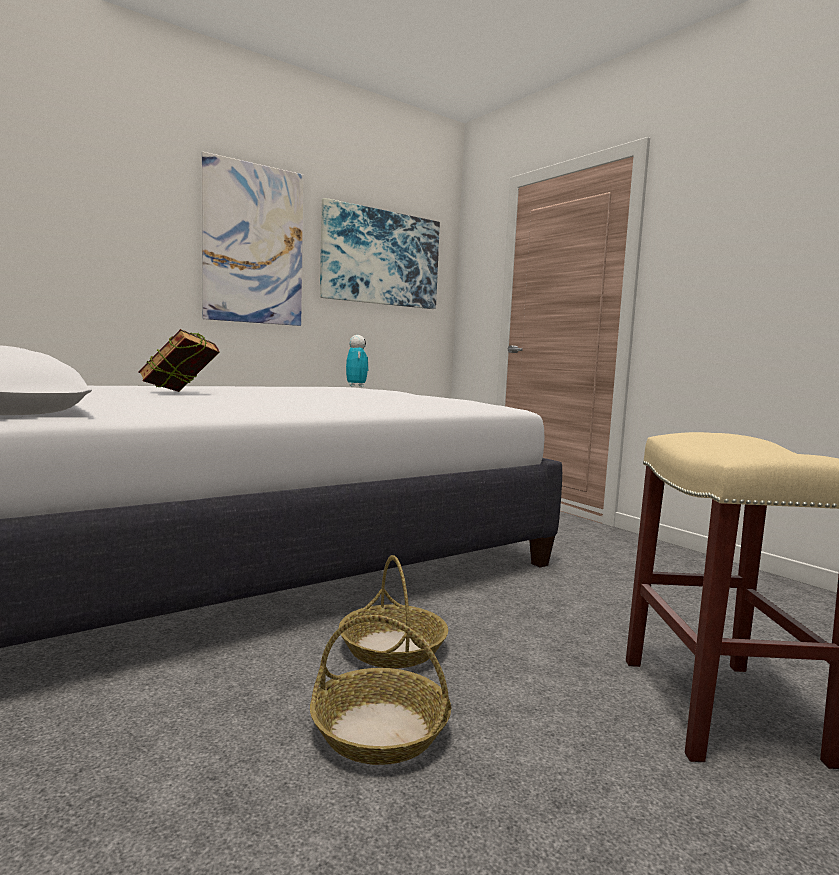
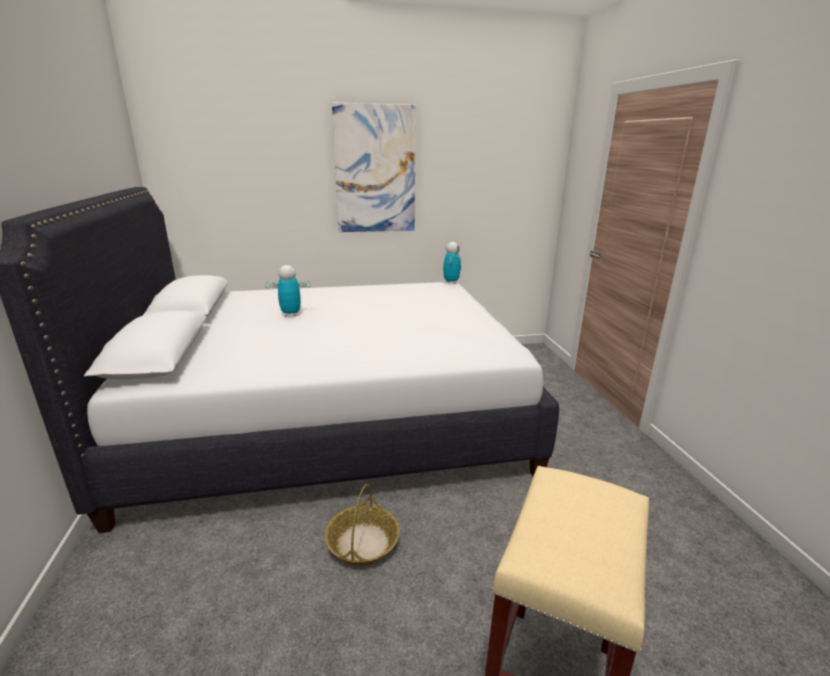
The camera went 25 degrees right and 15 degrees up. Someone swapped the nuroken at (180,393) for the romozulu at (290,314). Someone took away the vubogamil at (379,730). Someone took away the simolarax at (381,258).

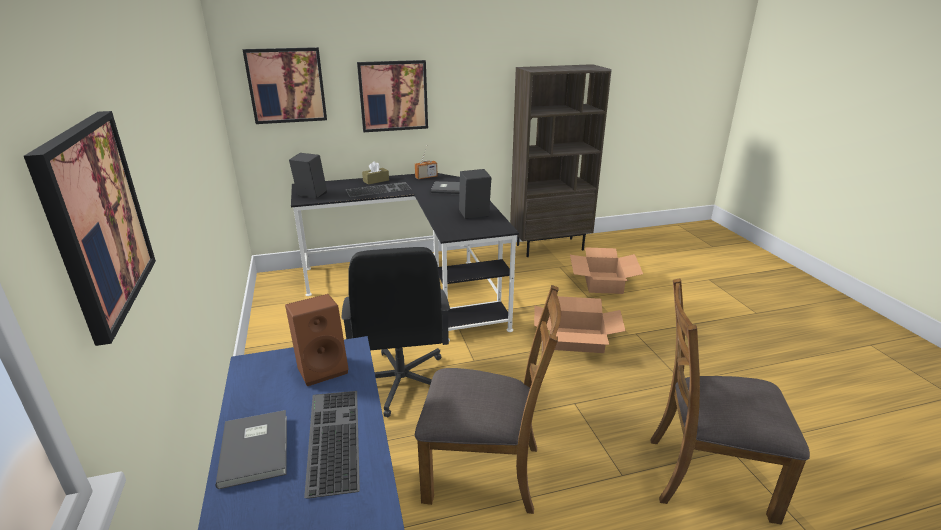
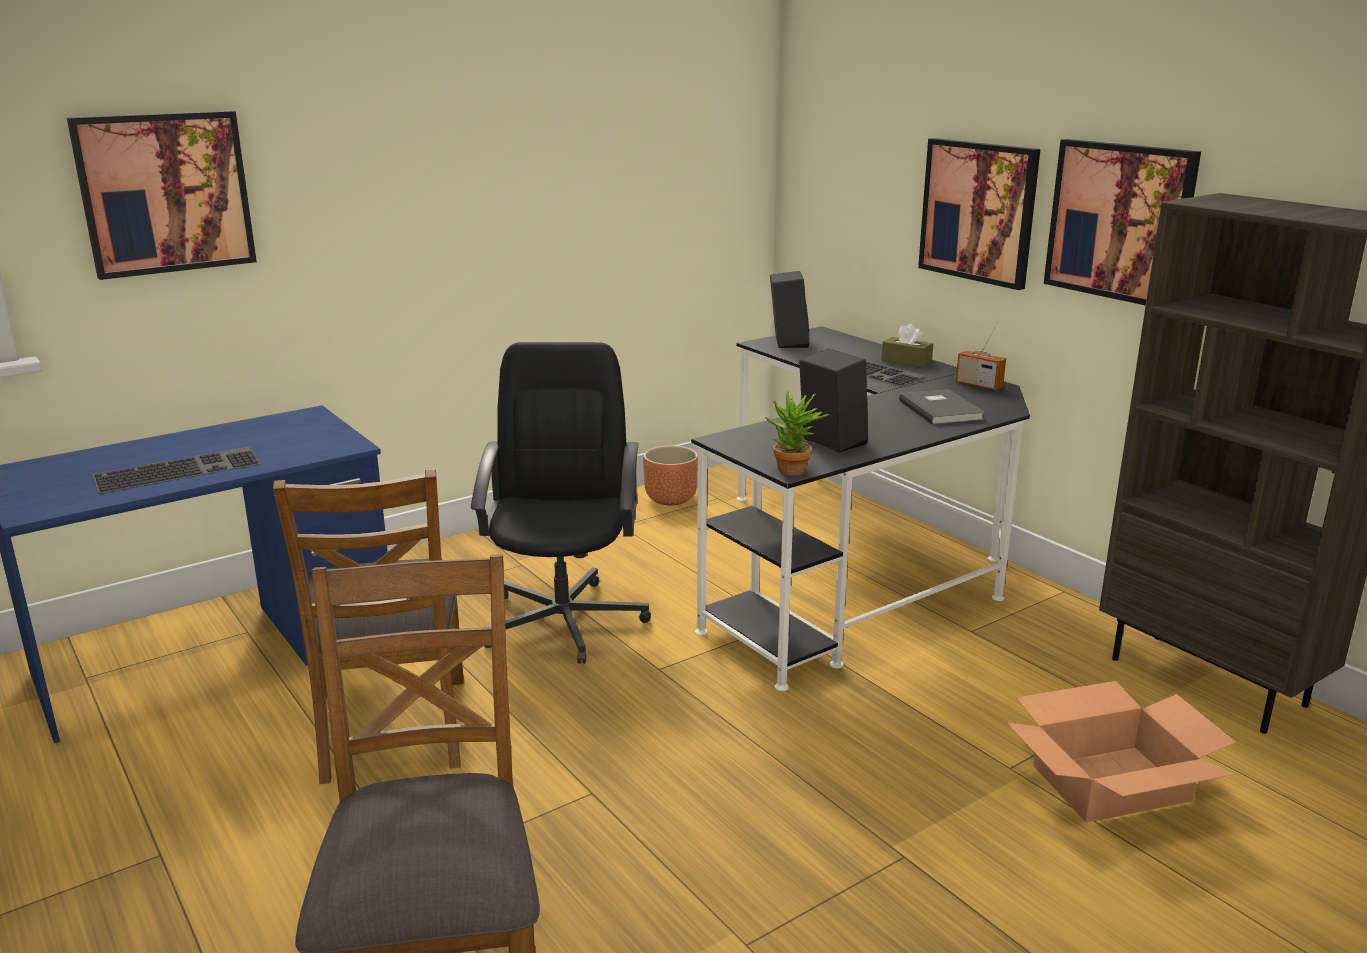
The camera went 70 degrees right and 5 degrees down. Someone took away the nuroken (grey) at (257,448). Someone carried the simolarax from (286,85) to (1120,221). Someone took away the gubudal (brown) at (323,368). Someone rotated the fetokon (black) at (400,382) by 120 degrees clockwise. Someone took away the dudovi at (576,340). Someone put down the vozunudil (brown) at (670,499). Someone put down the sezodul at (793,473).

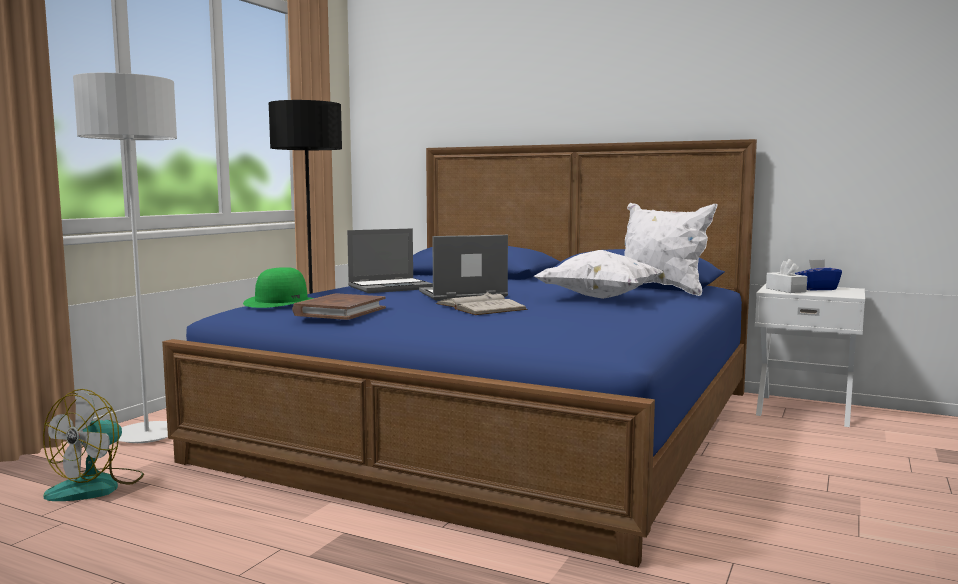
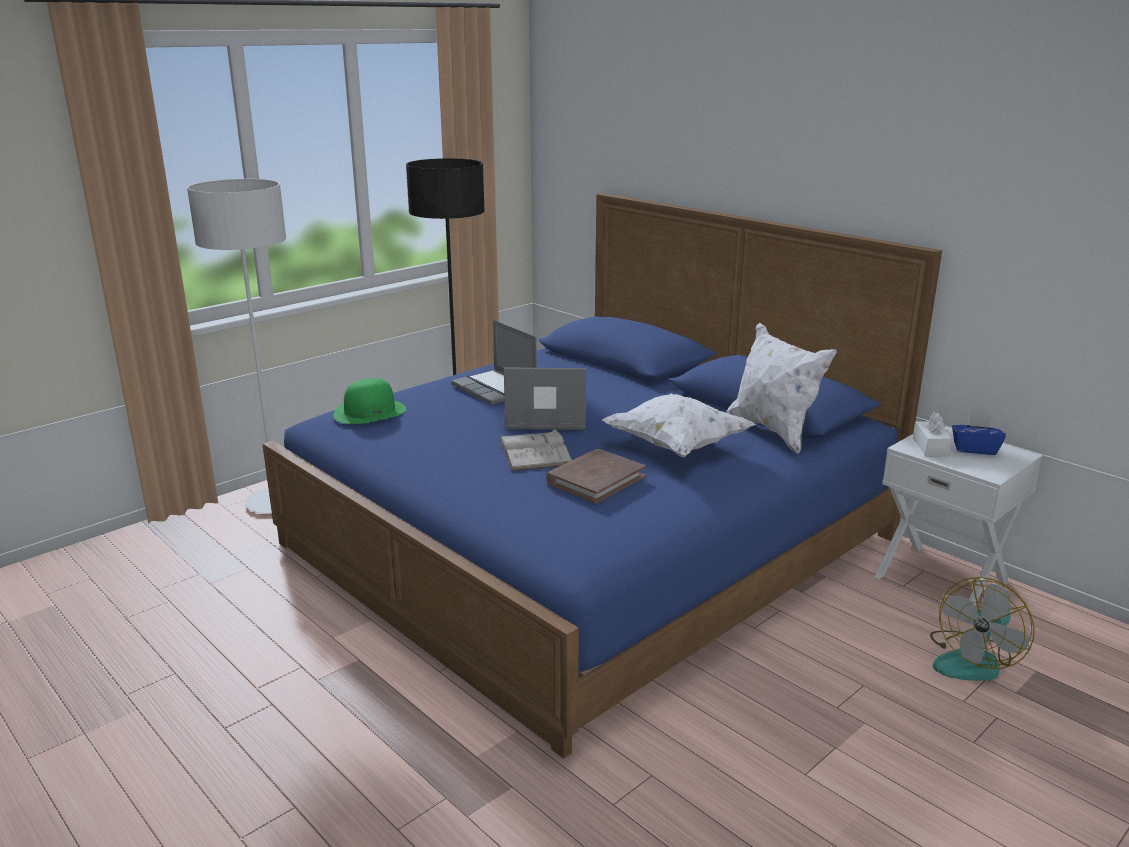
The camera went 20 degrees right and 15 degrees up. Someone carried the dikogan from (97,486) to (973,660). Someone carried the nuroken (brown) from (340,311) to (595,480). Someone rotated the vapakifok at (391,287) by 60 degrees clockwise.

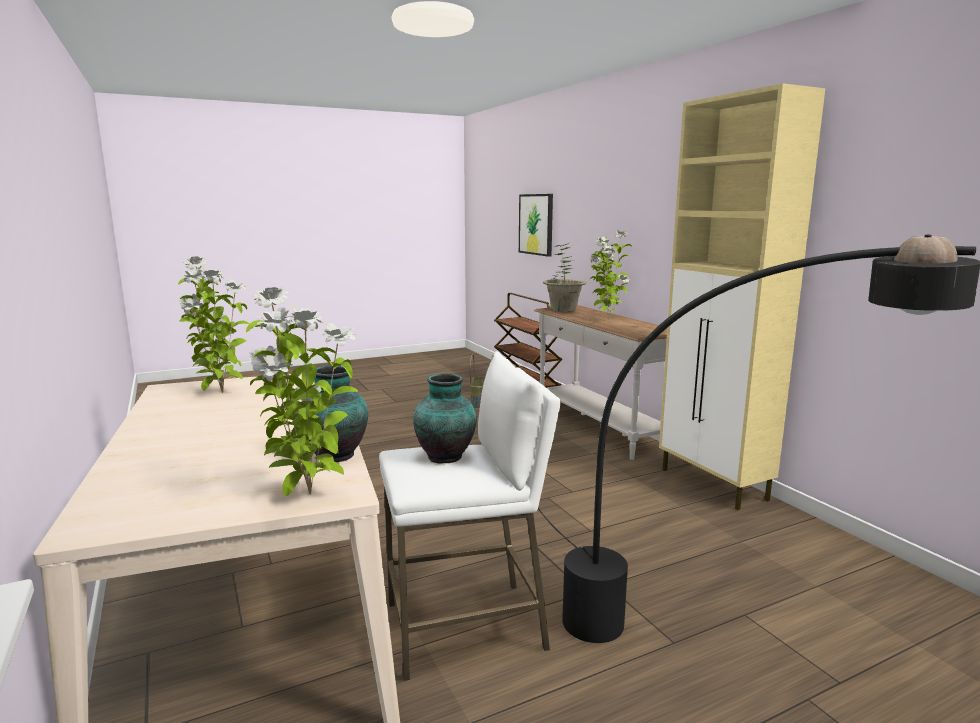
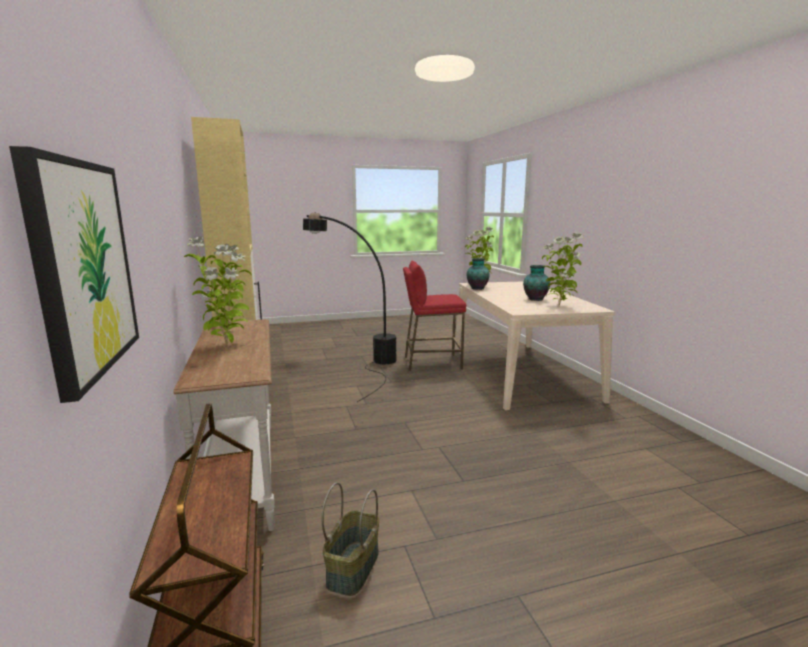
The camera went 170 degrees left and 0 degrees up. Someone repainted the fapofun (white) at (466,627), which became the fapofun (red) at (432,363). Someone carried the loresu from (446,456) to (535,299). Someone took away the sezodul at (563,310).

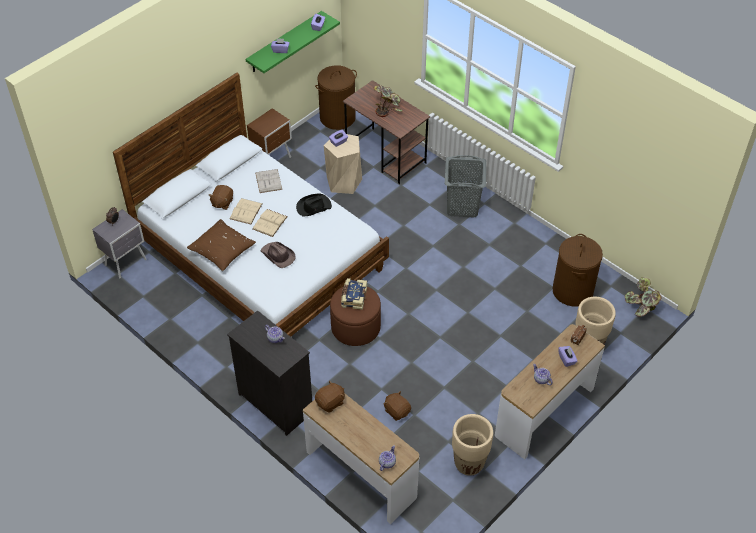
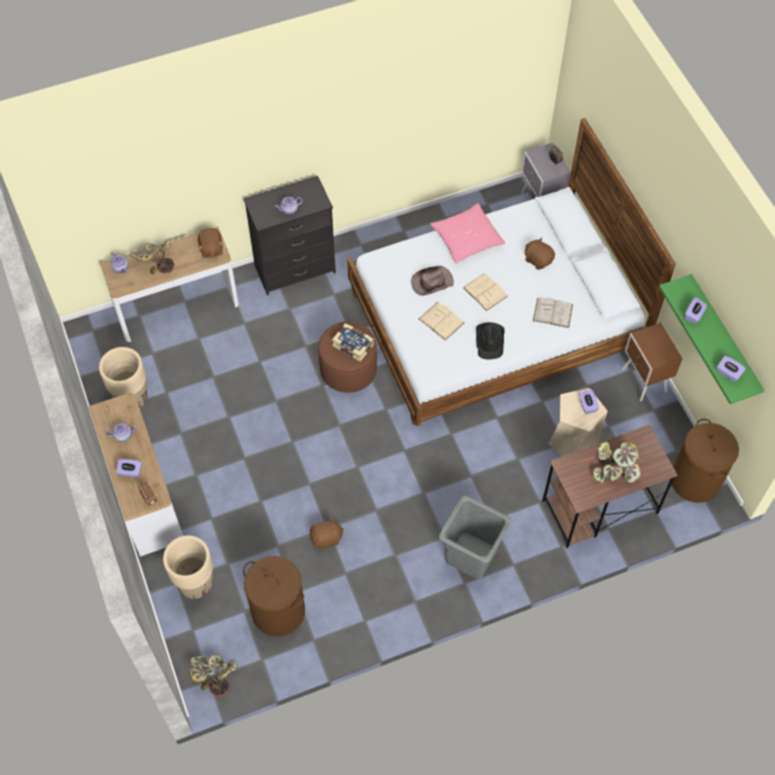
The camera went 115 degrees right and 10 degrees up. Someone repainted the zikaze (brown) at (222,250), which became the zikaze (pink) at (466,239). Someone carried the nuroken (beige) from (246,211) to (441,321). Someone carried the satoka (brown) from (397,411) to (326,538). Someone put down the sezodul at (155,262).

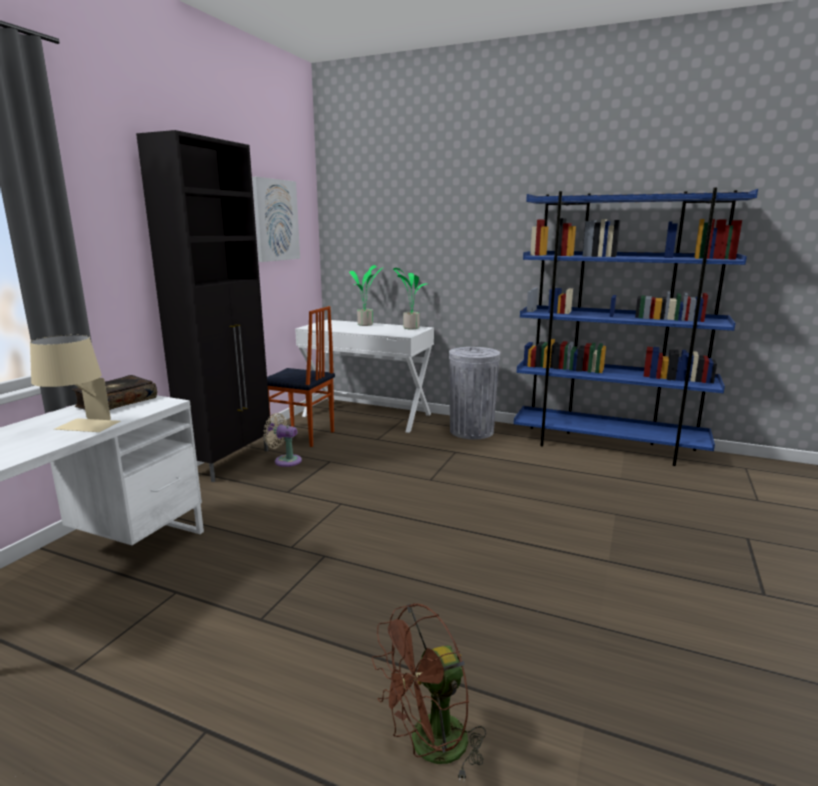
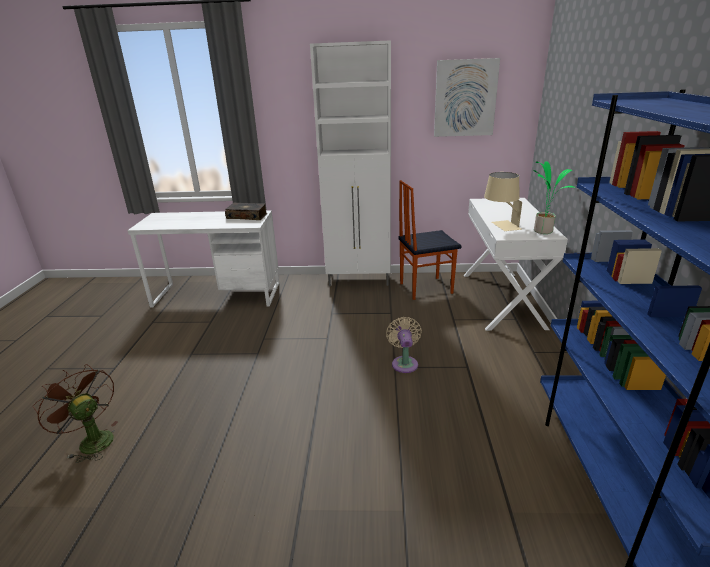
The camera went 70 degrees right and 10 degrees up. Someone carried the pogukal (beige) from (80,429) to (500,226). Someone repainted the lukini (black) at (230,462), which became the lukini (white) at (359,280). Someone carried the dikogan (beige) from (285,460) to (404,362). Someone rotated the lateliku at (301,436) by 75 degrees clockwise. Someone took away the sezodul at (366,324). Someone took away the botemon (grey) at (471,431).

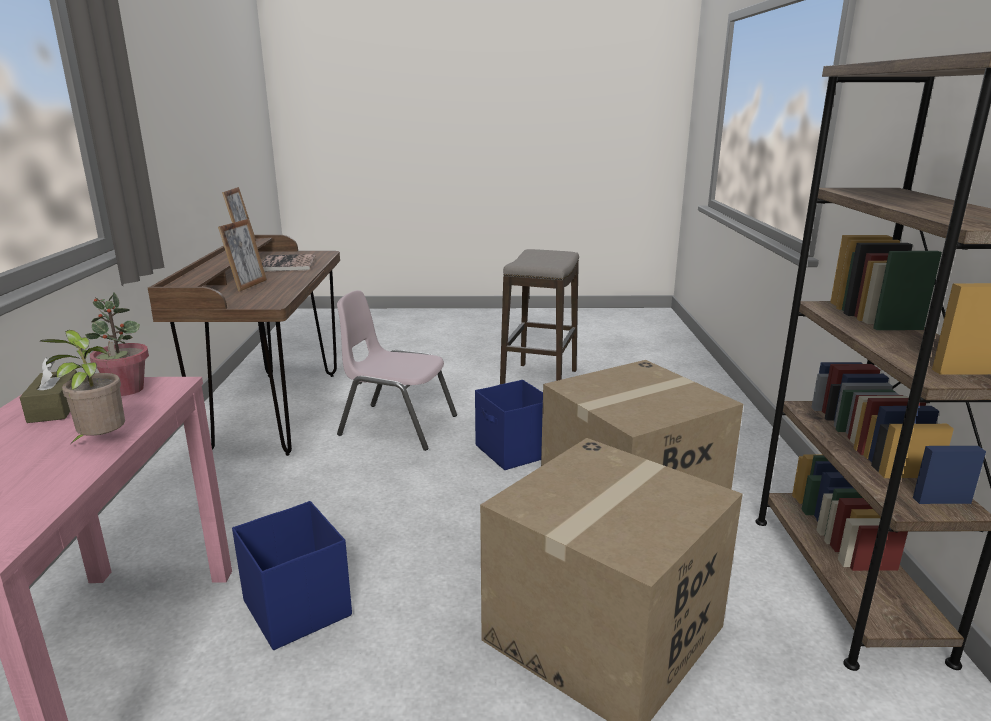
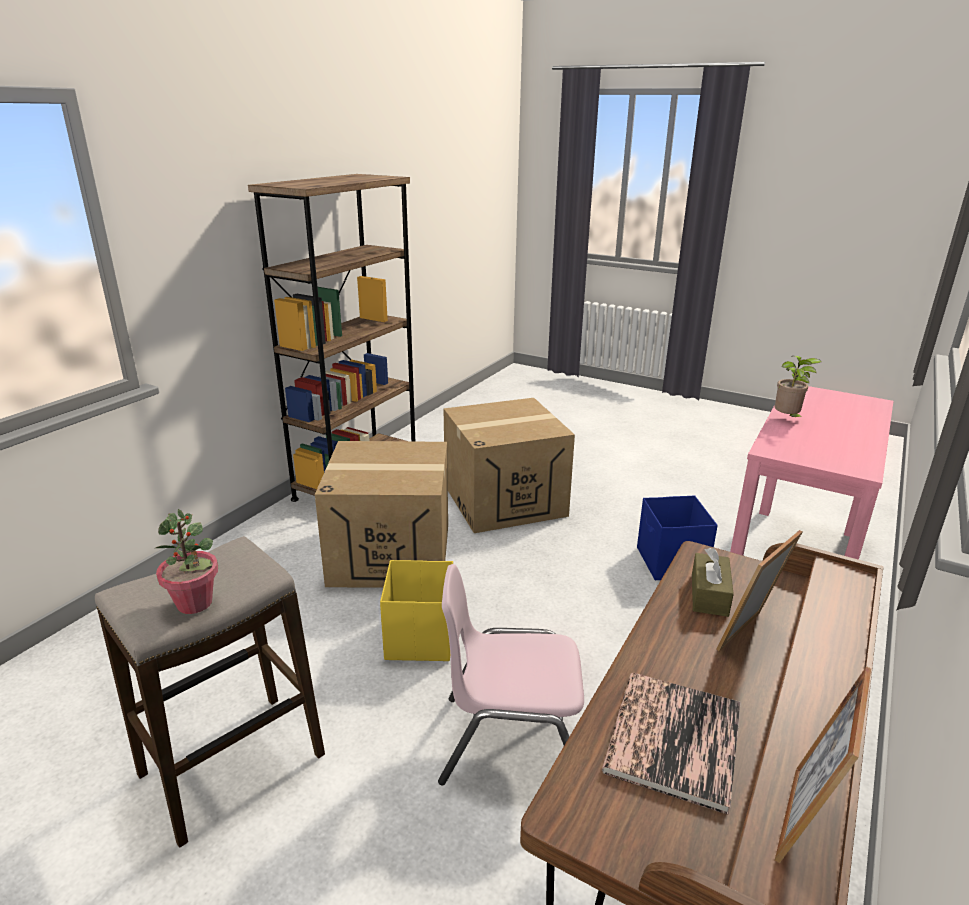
The camera went 150 degrees left and 5 degrees up. Someone carried the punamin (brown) from (55,408) to (709,595). Someone carried the sezodul from (126,390) to (195,603). Someone rotated the lateliku (pink) at (397,425) by 135 degrees clockwise. Someone repainted the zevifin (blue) at (513,452), which became the zevifin (yellow) at (421,637).

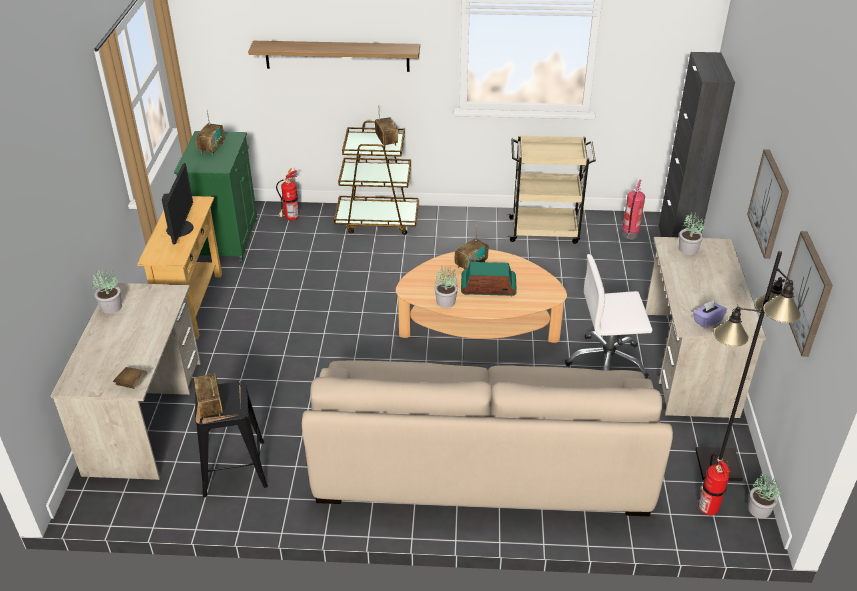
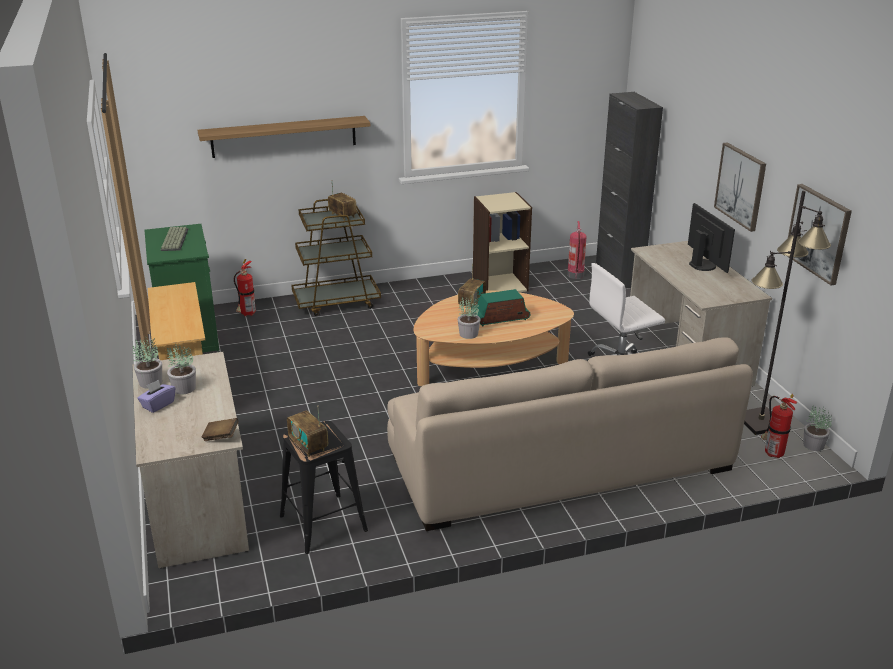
The camera went 20 degrees left and 10 degrees down. Someone carried the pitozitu from (181,229) to (703,265). Someone swapped the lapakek at (211,148) for the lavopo at (174,239). Someone swapped the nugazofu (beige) at (545,230) for the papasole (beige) at (500,284). Someone carried the sezodul from (688,249) to (183,388). Someone carried the punamin (purple) from (707,321) to (158,405).

